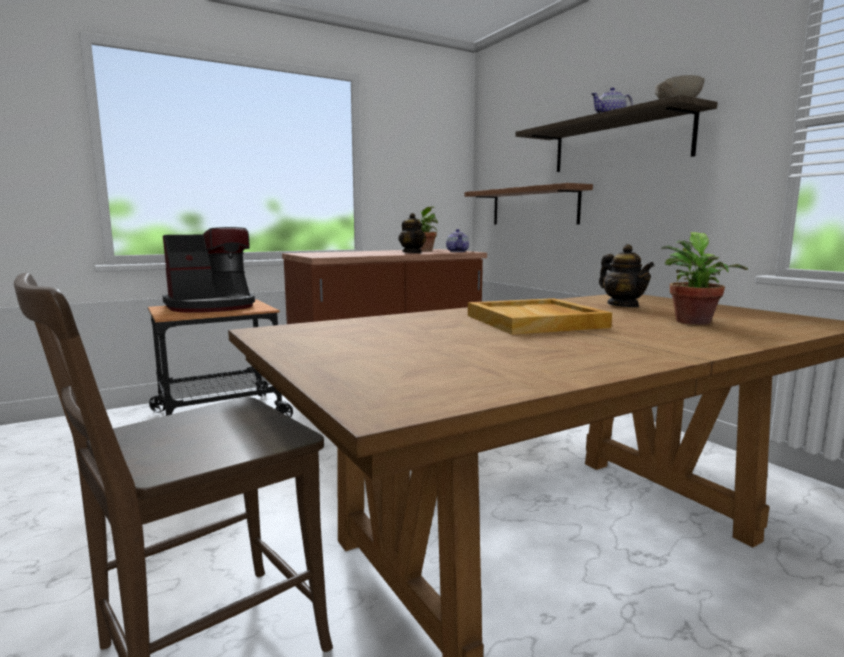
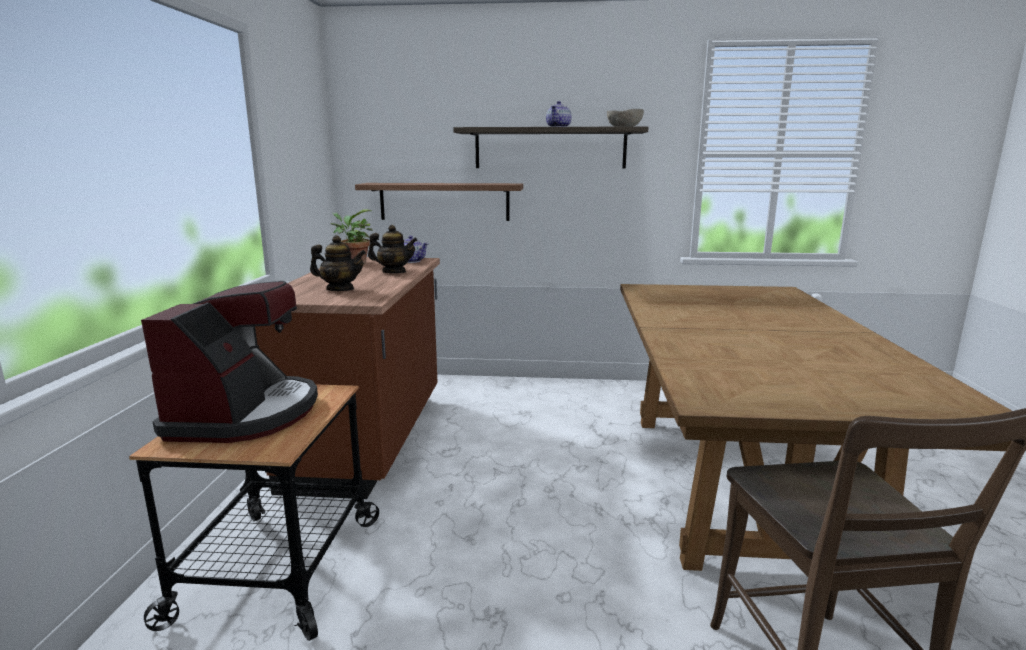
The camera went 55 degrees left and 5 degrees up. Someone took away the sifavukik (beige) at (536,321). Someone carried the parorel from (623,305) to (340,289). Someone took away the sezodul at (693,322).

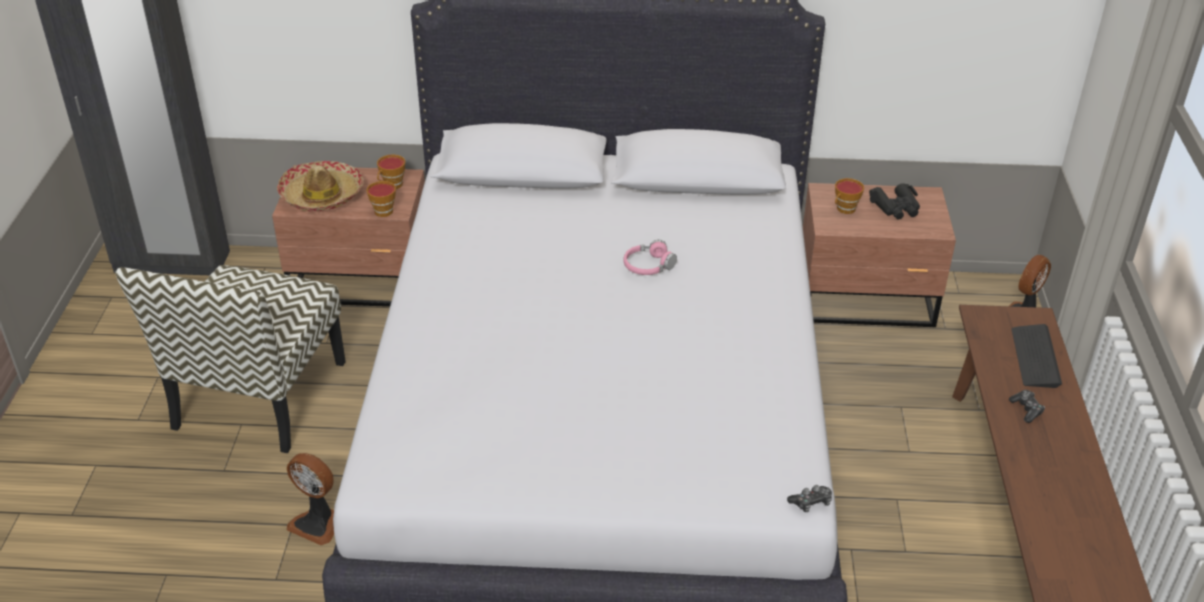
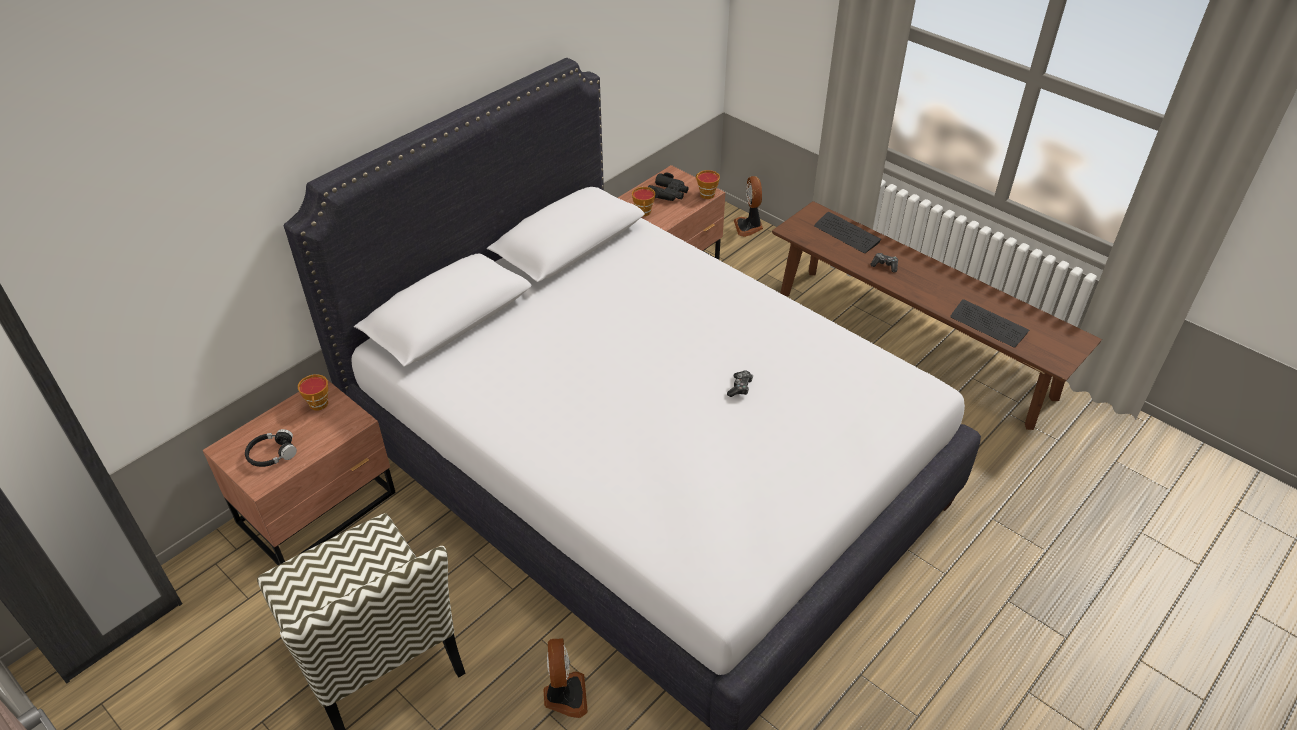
The camera went 50 degrees left and 5 degrees up. Someone swapped the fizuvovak at (322,195) for the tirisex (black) at (272,454). Someone rotated the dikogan at (317,523) by 75 degrees counterclockwise. Someone carried the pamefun from (384,210) to (705,194). Someone took away the tirisex (pink) at (648,266). Someone carried the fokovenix from (811,502) to (740,387). Someone put down the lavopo at (988,325).

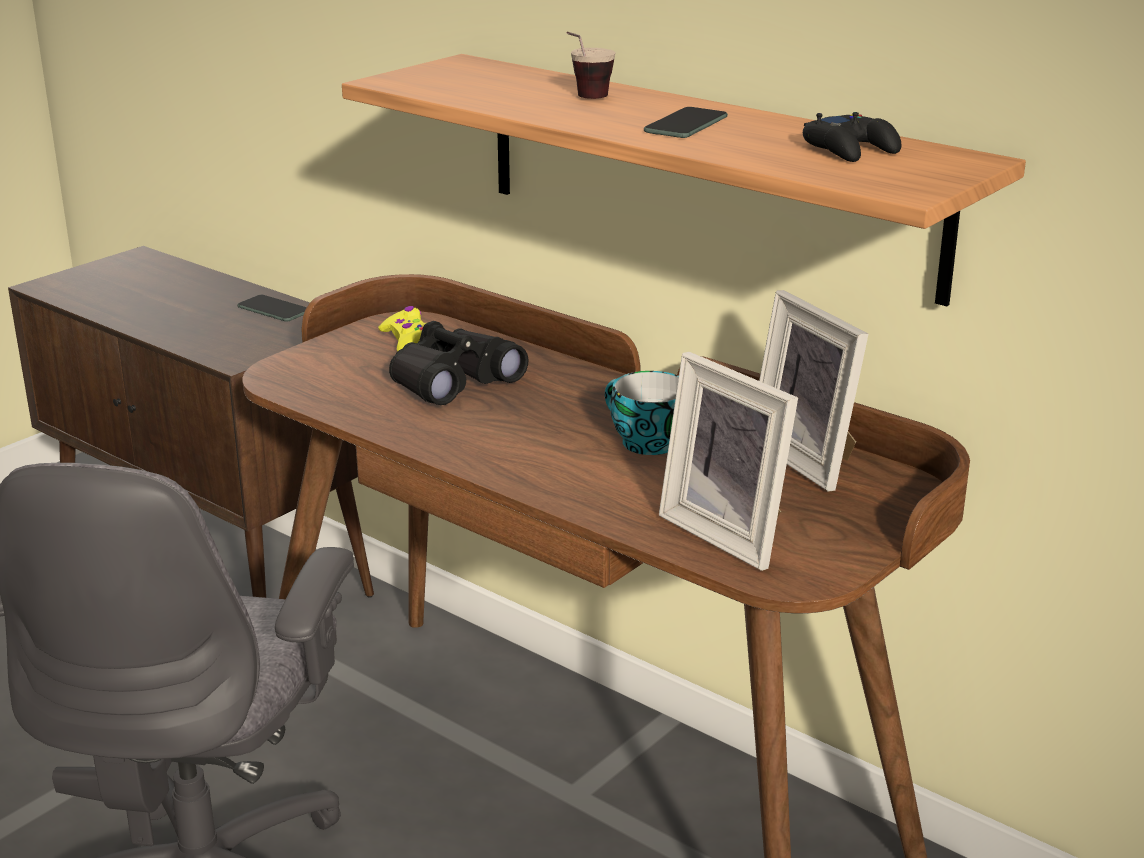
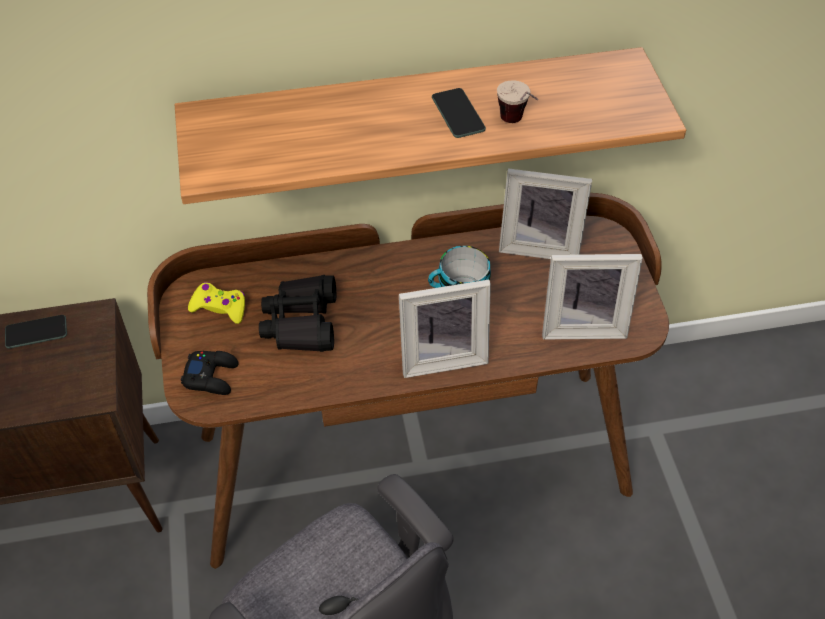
The camera went 50 degrees left and 25 degrees up. Someone carried the pamefun from (585,100) to (517,124). Someone carried the fokovenix (black) from (850,149) to (211,376). Someone put down the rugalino at (442,356).

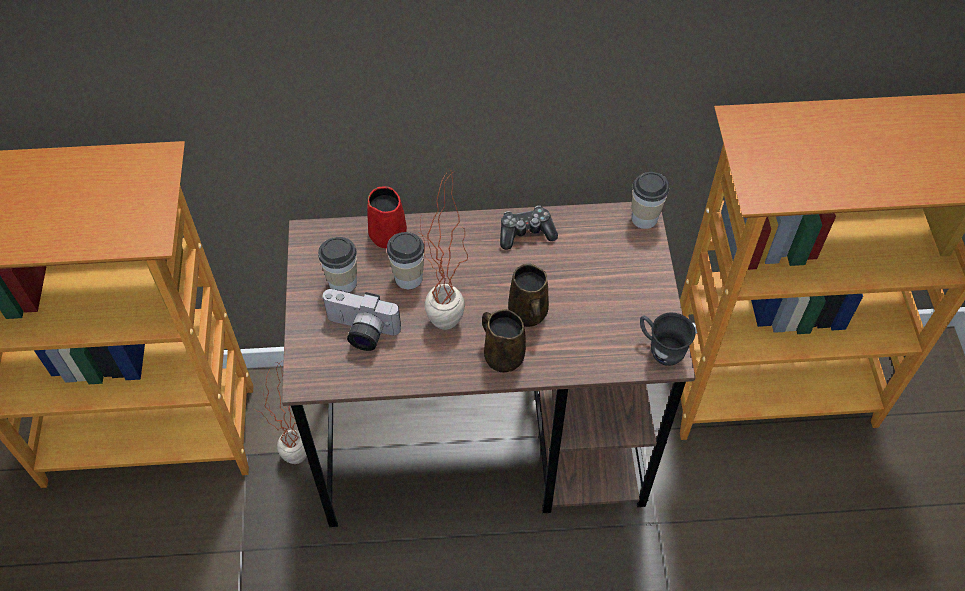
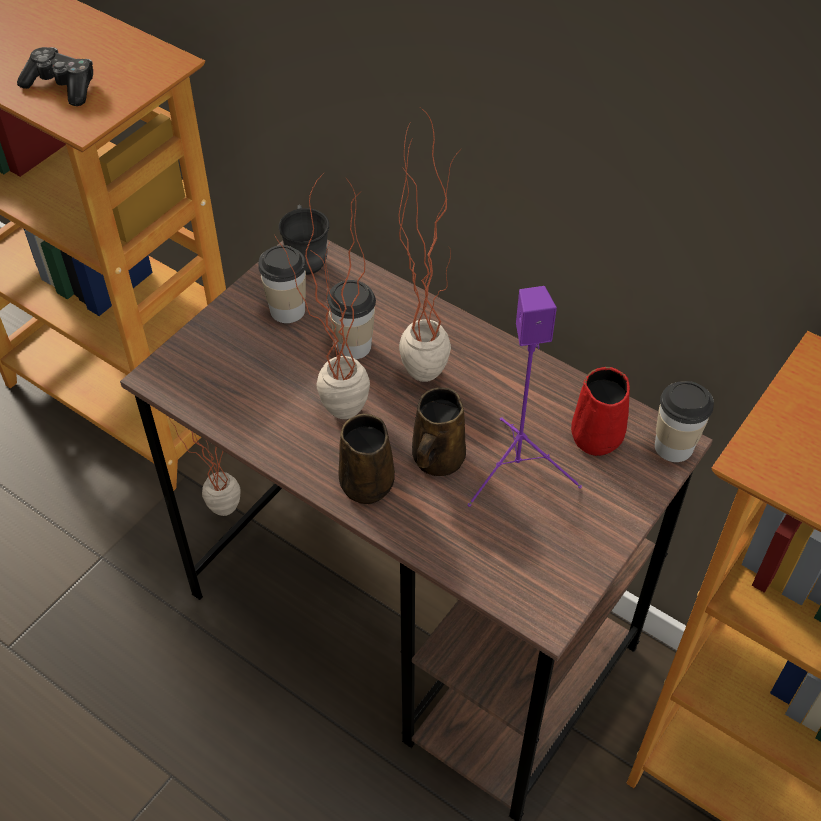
The camera went 40 degrees right and 5 degrees down. Someone took away the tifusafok at (360,332). Someone carried the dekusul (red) from (387,233) to (597,435). Someone carried the fokovenix from (526,233) to (62,86). Someone carried the dekusul (grey) from (660,350) to (306,257). Someone put down the sezodul at (426,362). Someone put down the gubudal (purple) at (518,469).

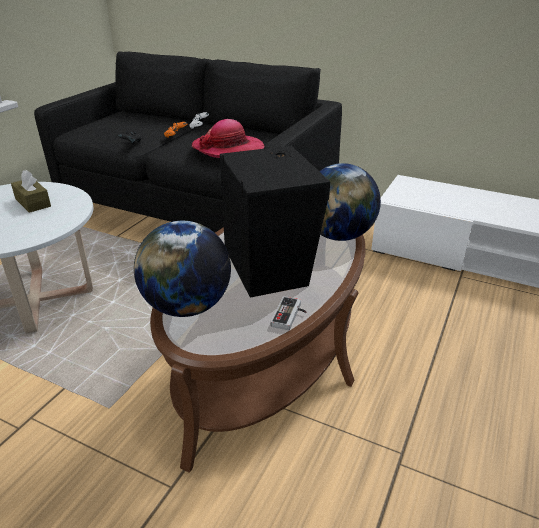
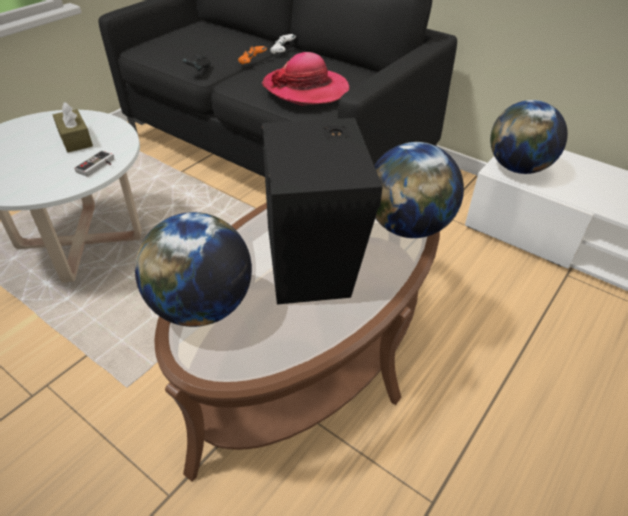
The camera went 10 degrees right and 10 degrees up. Someone carried the fokovenix from (290,316) to (98,166). Someone put down the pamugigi at (518,168).

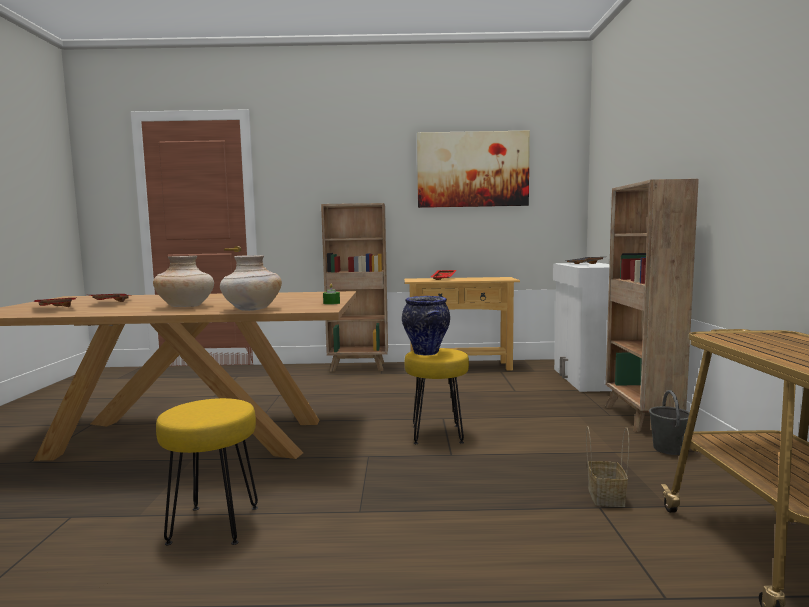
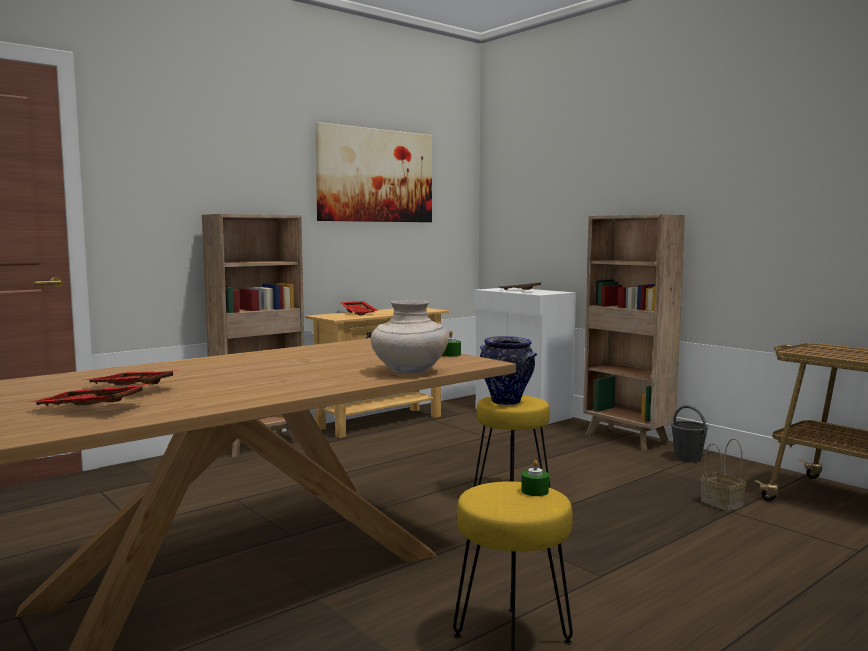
The camera went 40 degrees left and 0 degrees up. Someone took away the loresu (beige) at (186,306). Someone put down the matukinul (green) at (535,491).

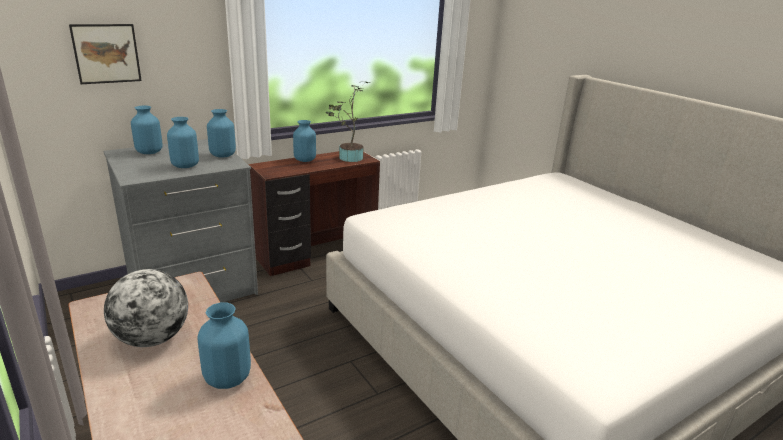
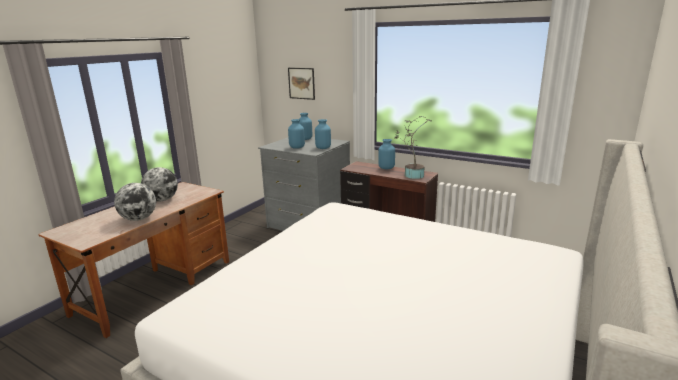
The camera went 65 degrees right and 5 degrees down. Someone swapped the loresu (blue) at (226,378) for the pamugigi at (138,219).

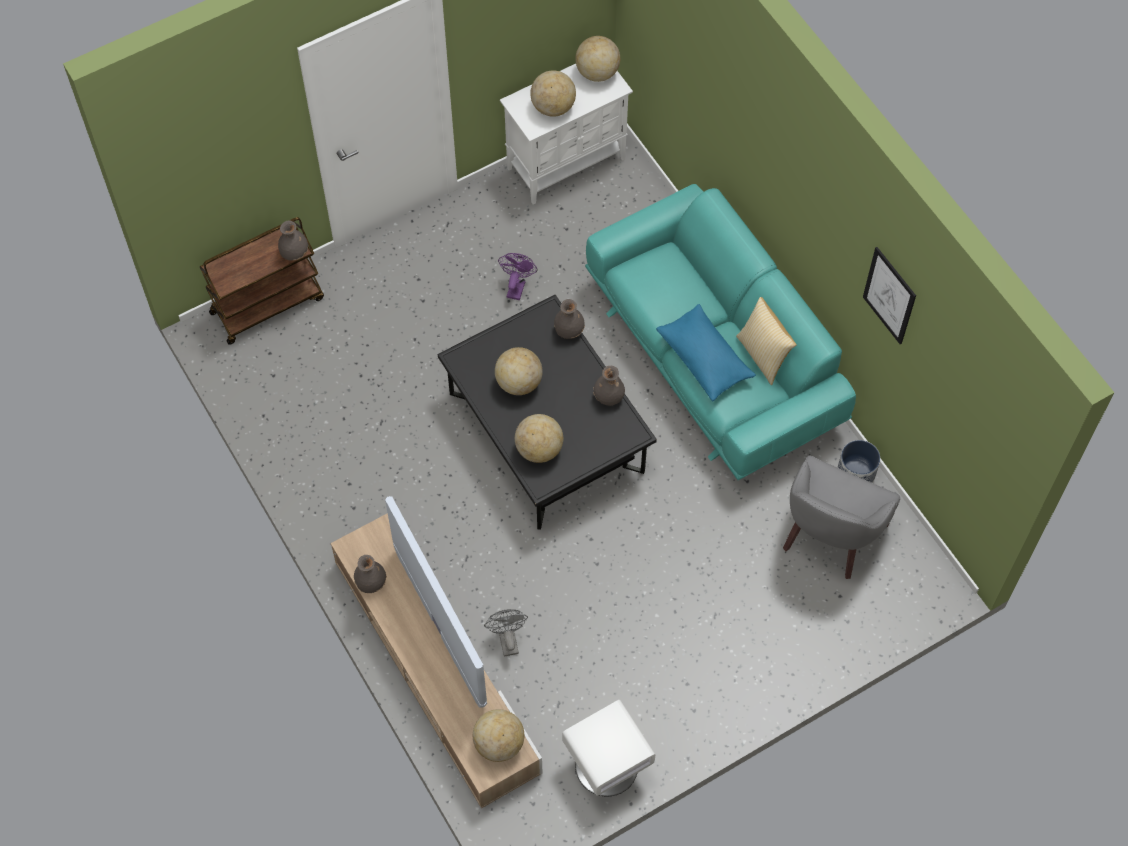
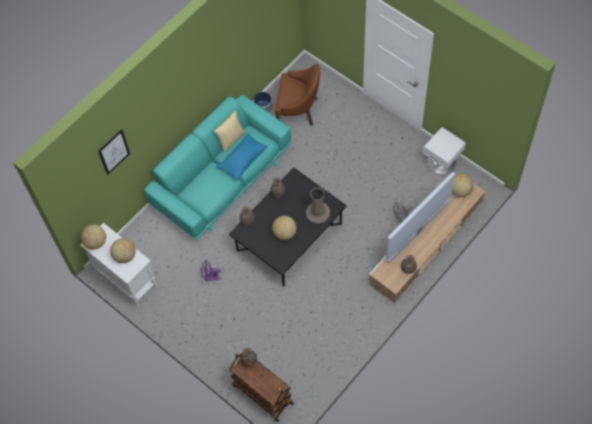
The camera went 105 degrees left and 0 degrees up. Someone swapped the pamugigi at (539,449) for the loresu (beige) at (317,212). Someone repainted the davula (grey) at (830,535), which became the davula (brown) at (298,110). Someone carried the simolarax from (889,295) to (114,152).

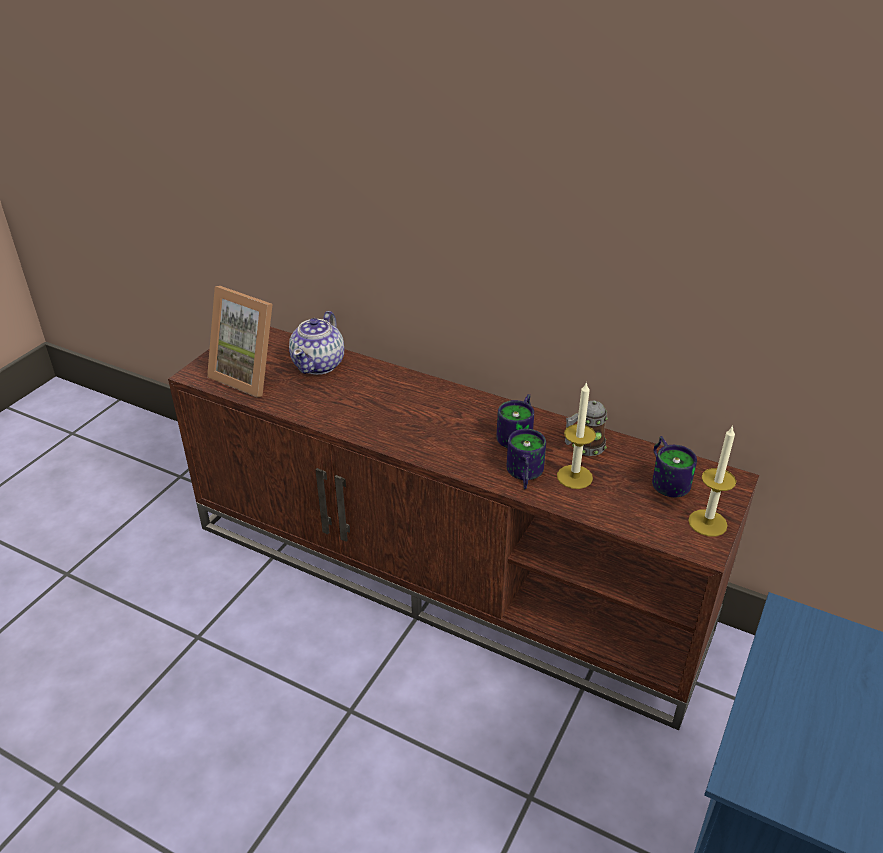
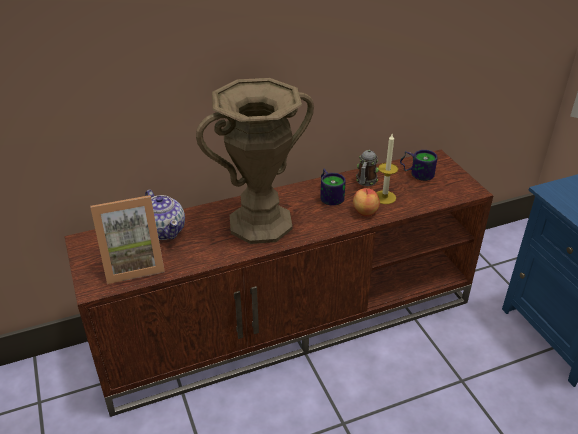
The camera went 50 degrees left and 0 degrees up. Someone swapped the dekusul at (522,475) for the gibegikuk at (364,212). Someone took away the matukinul at (707,523). Someone put down the loresu (brown) at (260,223).

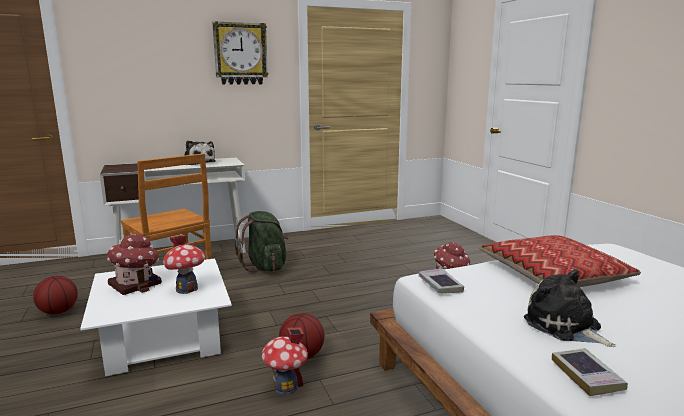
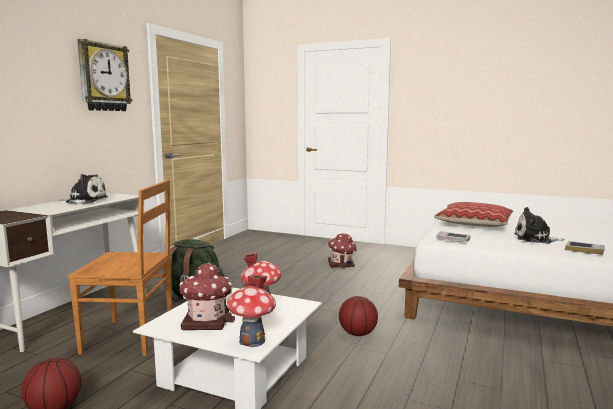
The camera went 45 degrees left and 5 degrees down. Someone carried the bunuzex from (286,387) to (252,341).

